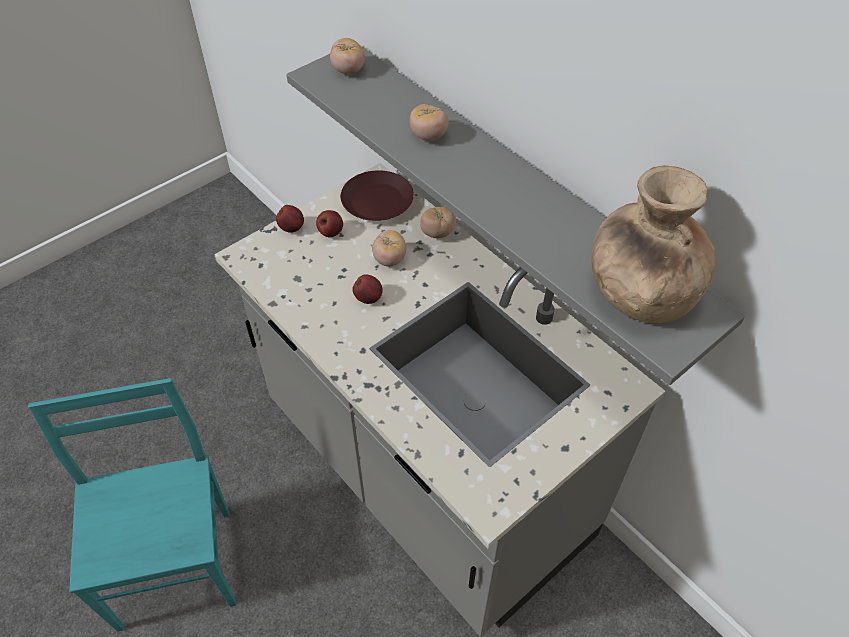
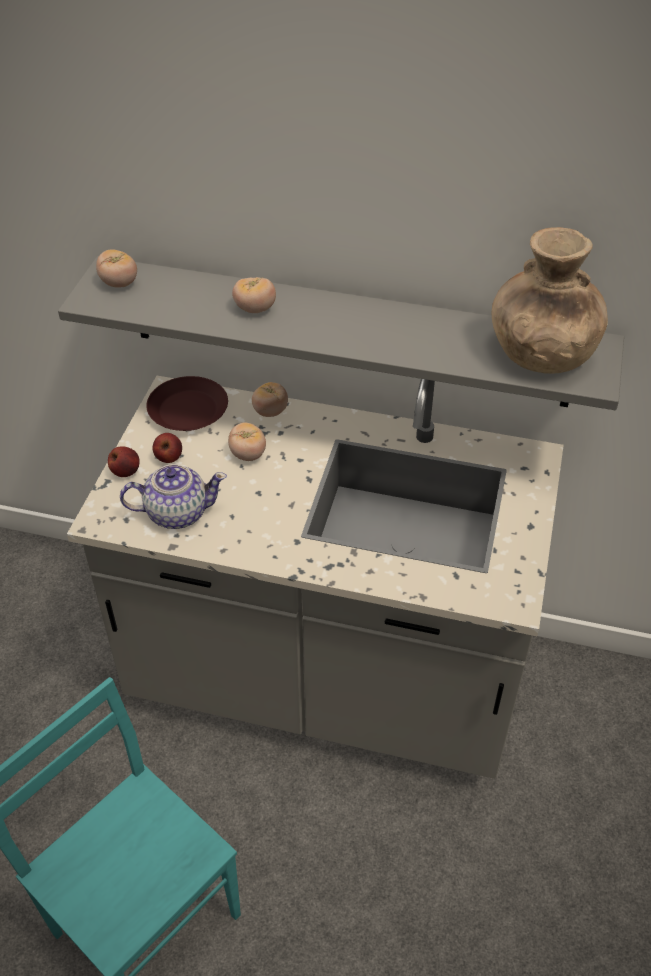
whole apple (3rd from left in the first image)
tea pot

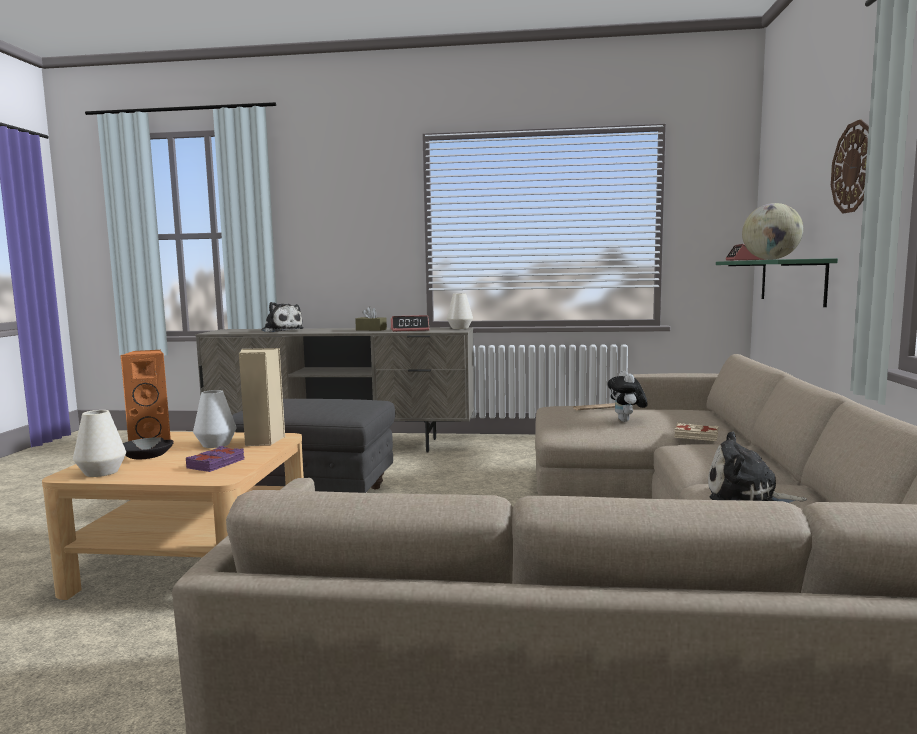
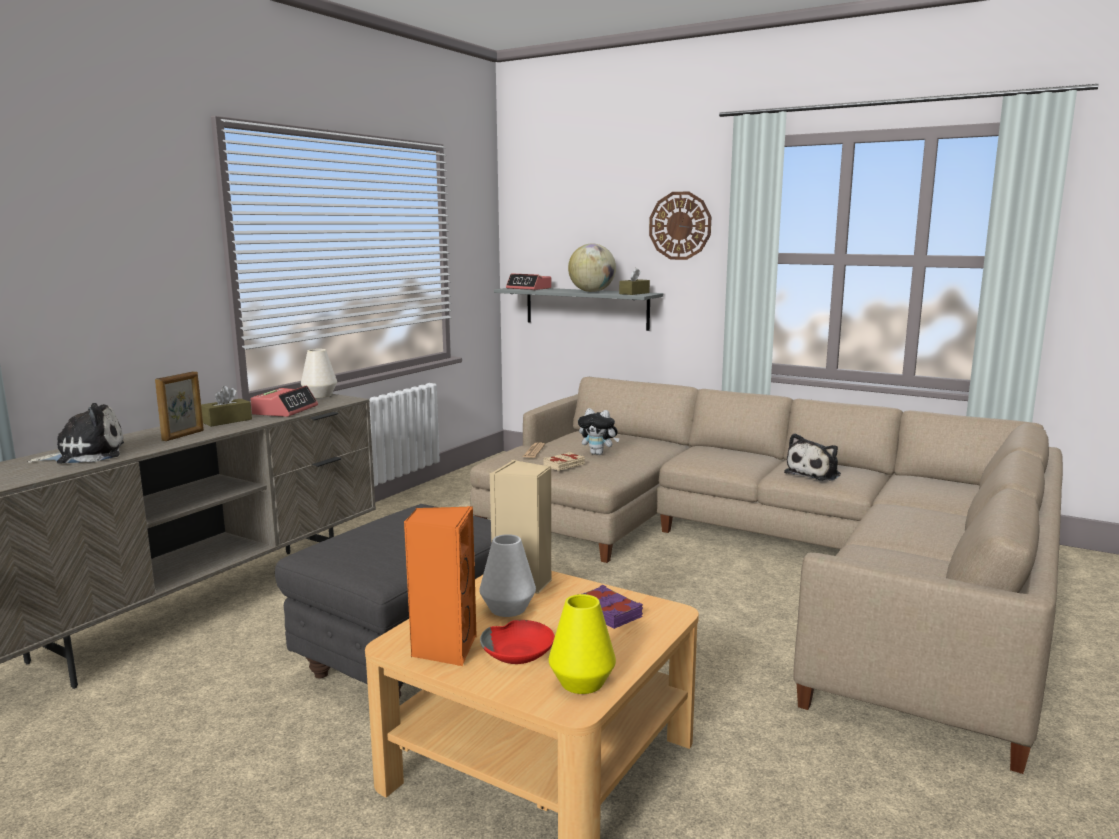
picture frame
brown tissue holder (2nd from left)
beige bound book
yellow-coloured decorative vase
red-coloured deep dish
gray bracket shelf

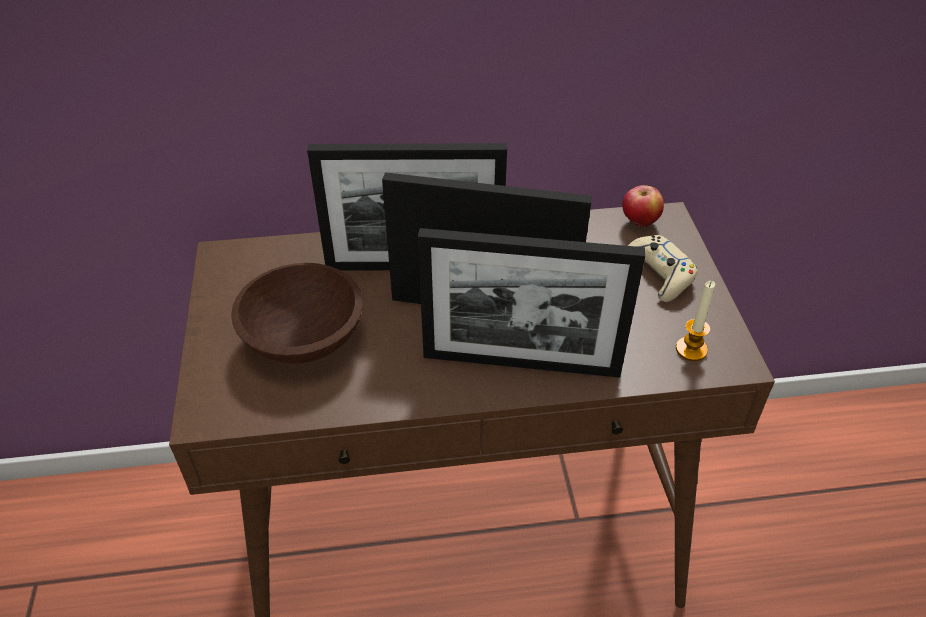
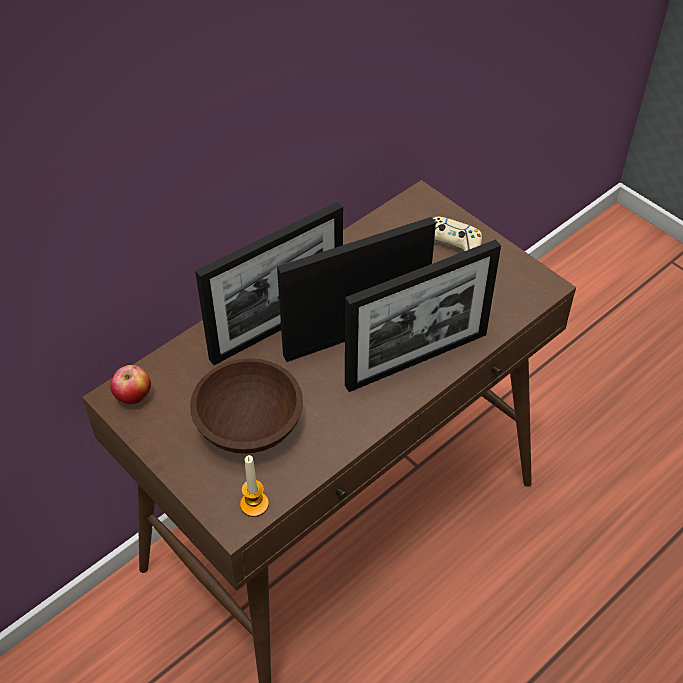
whole apple
candle

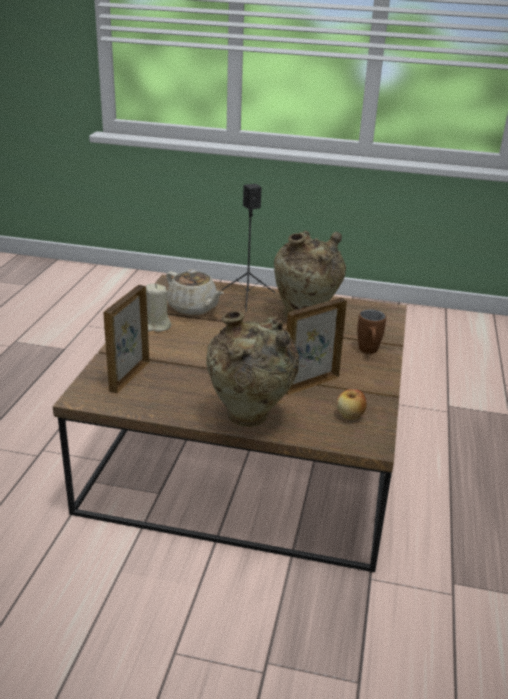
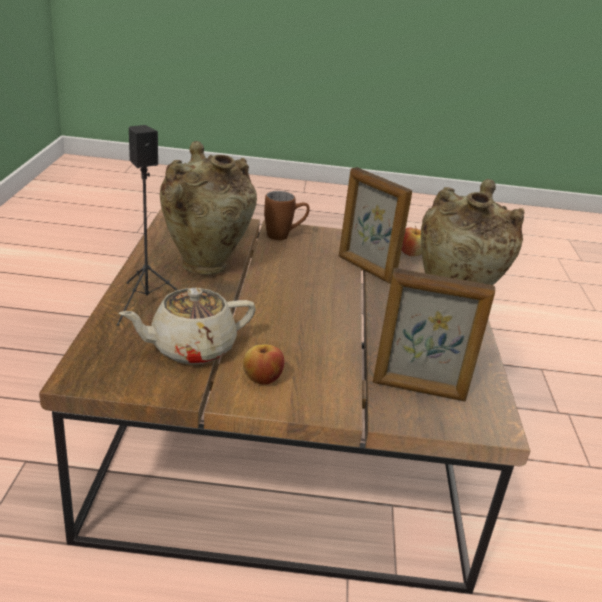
whole apple (1st from left)
beige tea pot

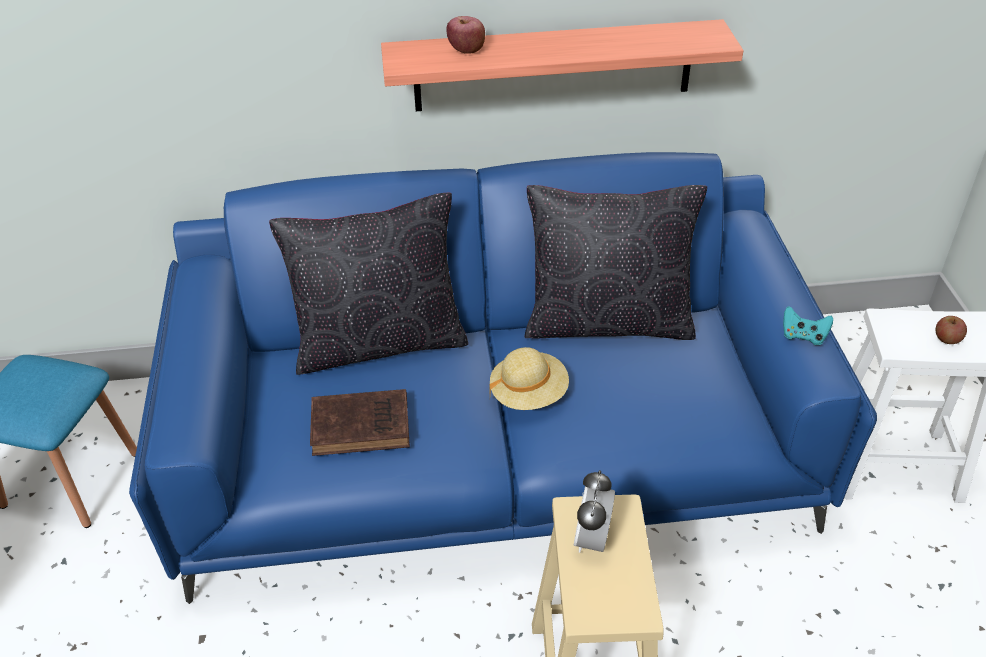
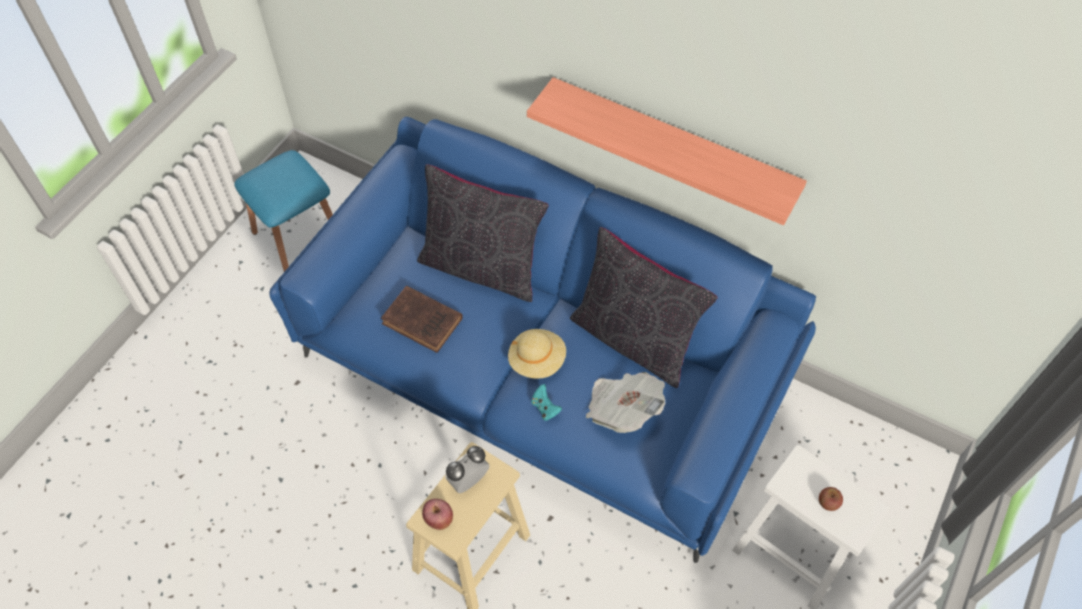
printed paper
whole apple (1st from left)
blue-green game controller

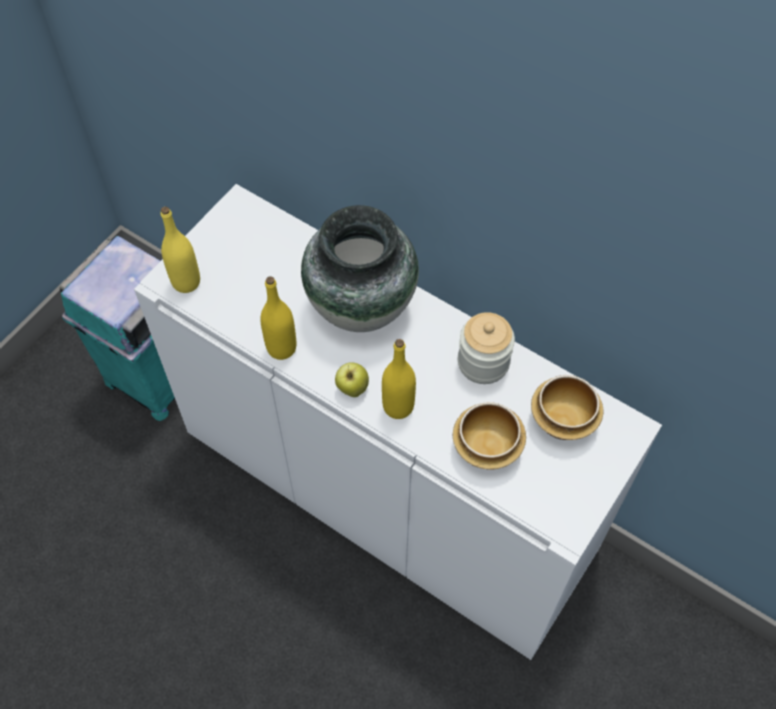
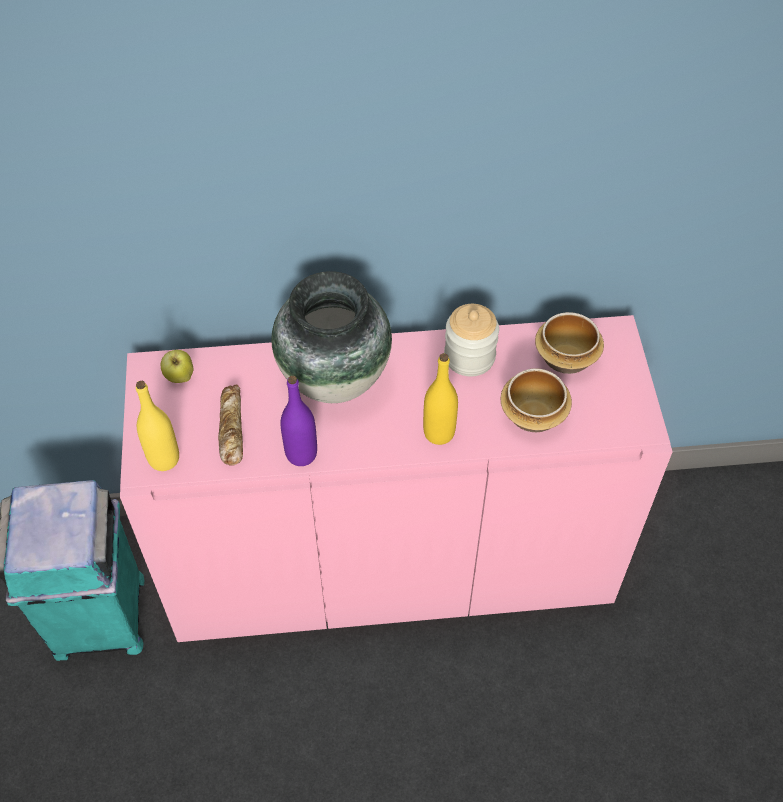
bakery bread
whole apple
pinkish cupboard
purple-coloured beverage bottle

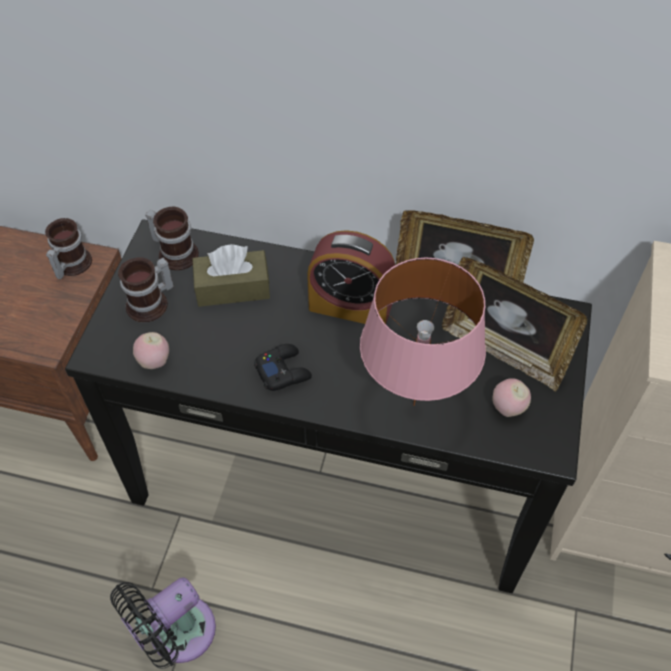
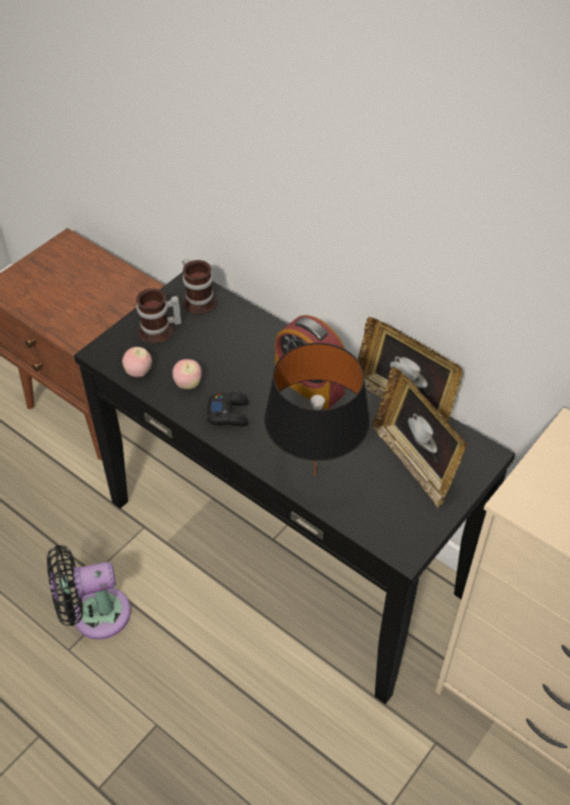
coffee mug (1st from left in the first image)
brown tissue holder
whole apple (2nd from left)
blackish table lamp

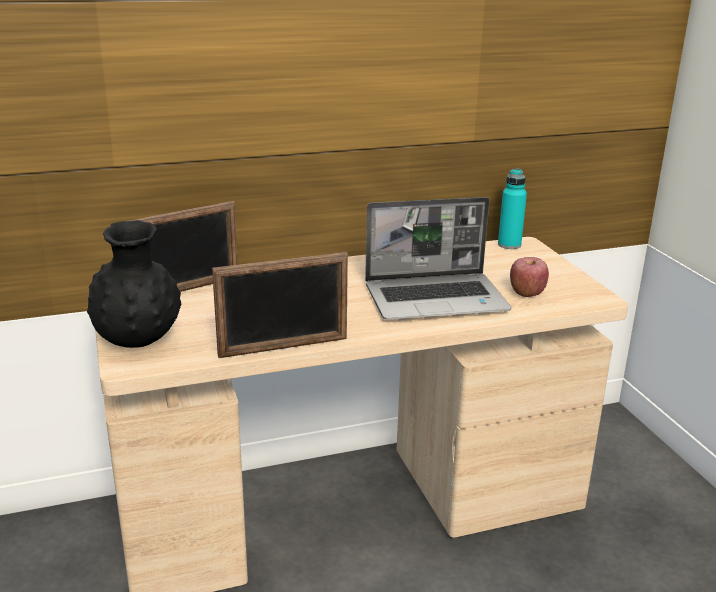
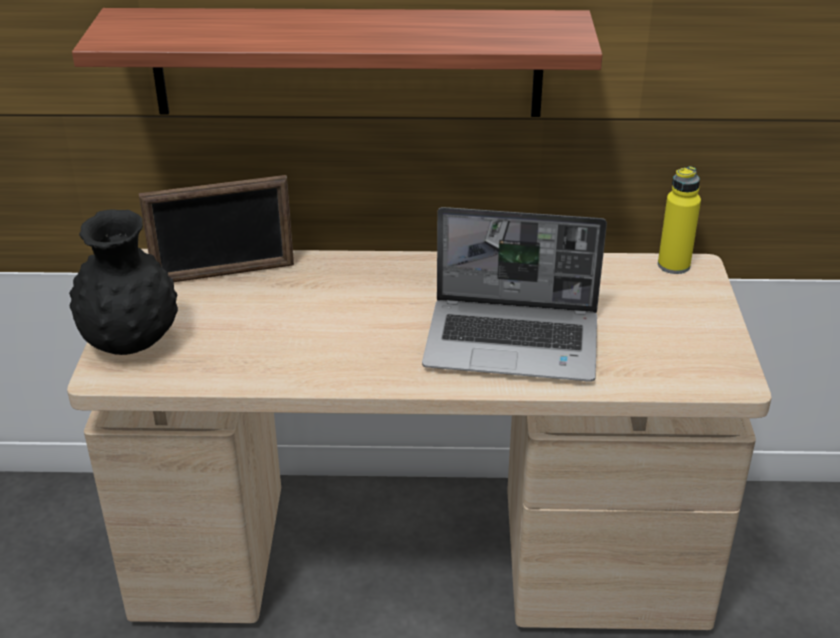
picture frame (2nd from left in the first image)
whole apple
bracket shelf
yellow-coloured beverage bottle

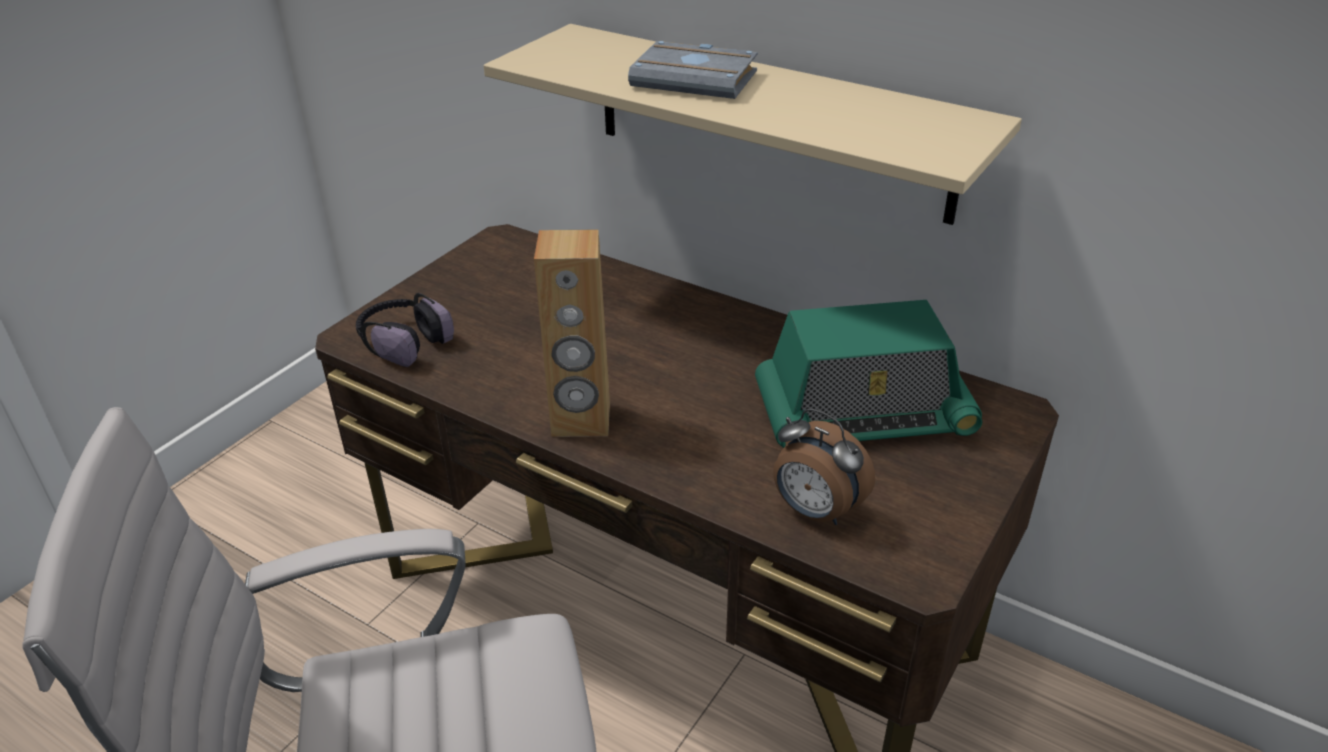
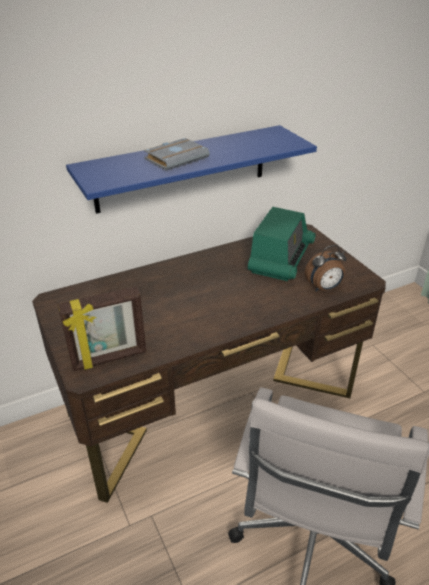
brown loudspeaker
picture frame
blue-coloured bracket shelf

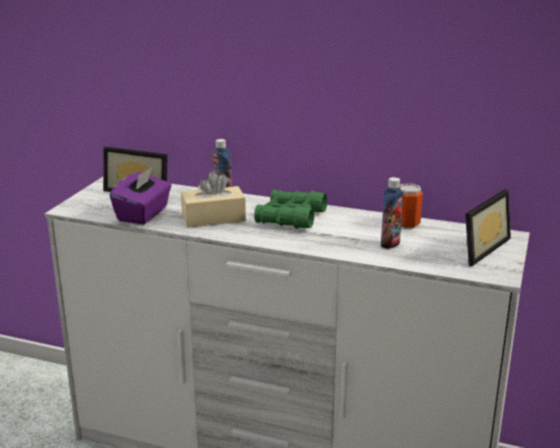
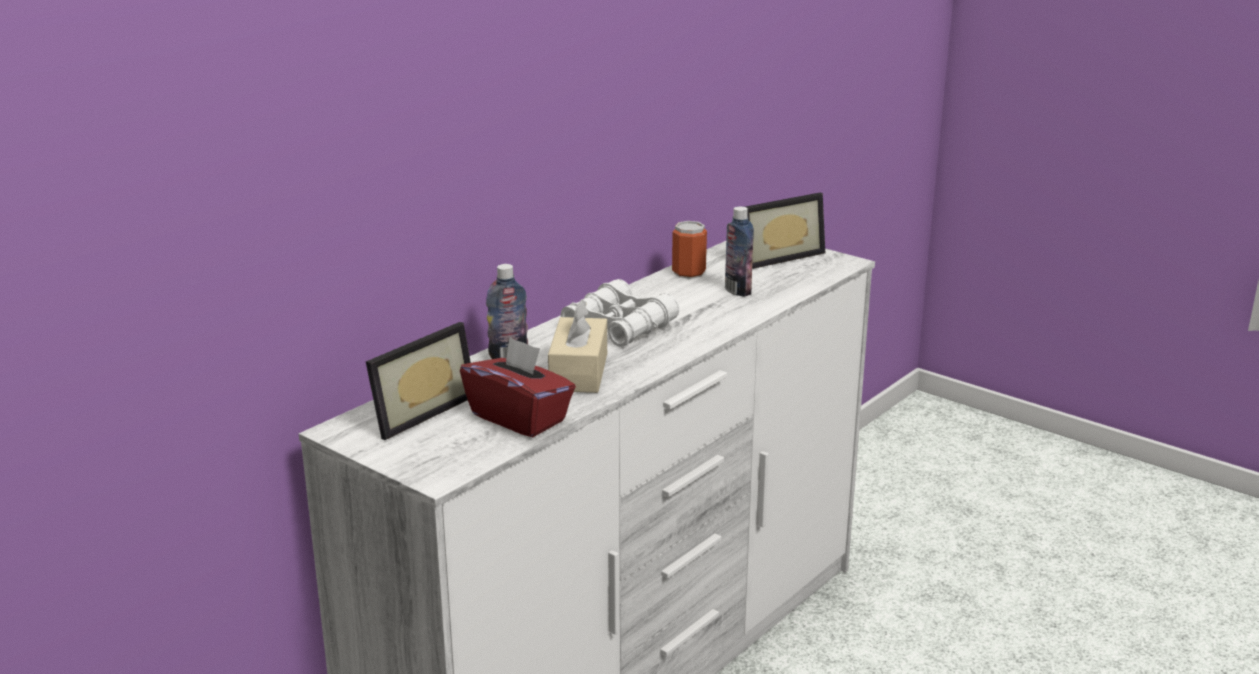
red-coloured tissue holder
white binoculars
picture frame (2nd from left)

